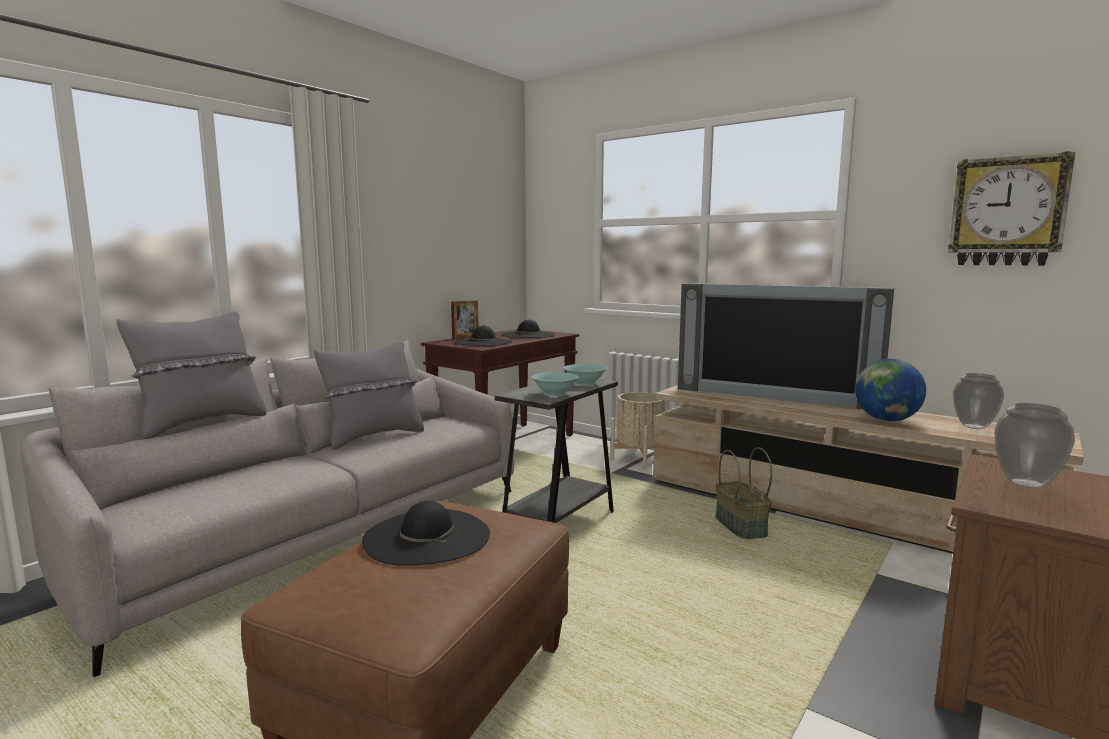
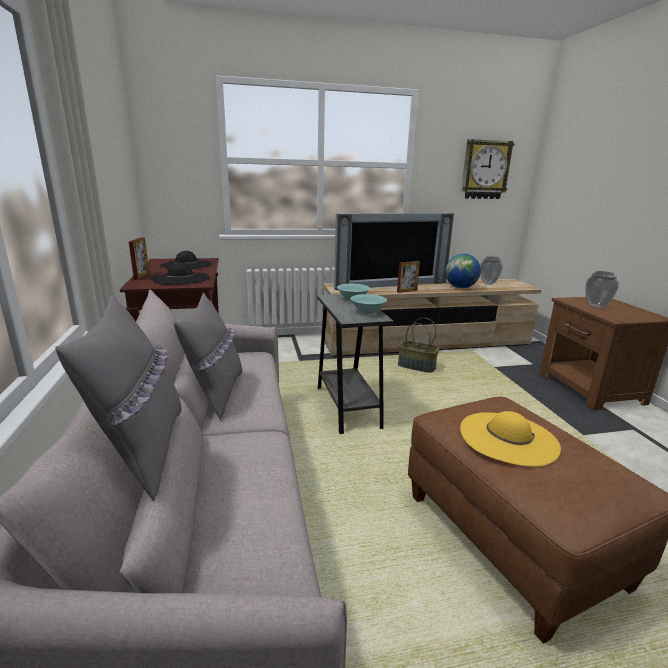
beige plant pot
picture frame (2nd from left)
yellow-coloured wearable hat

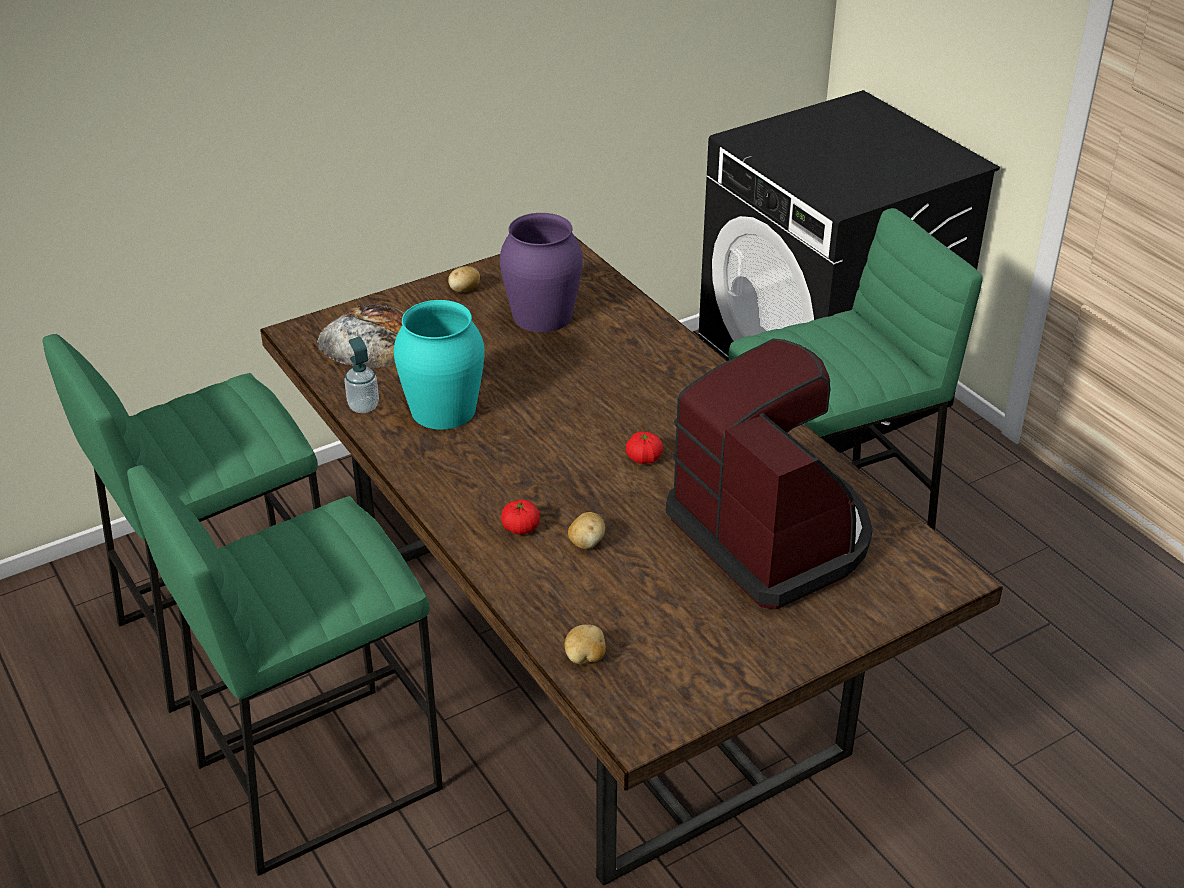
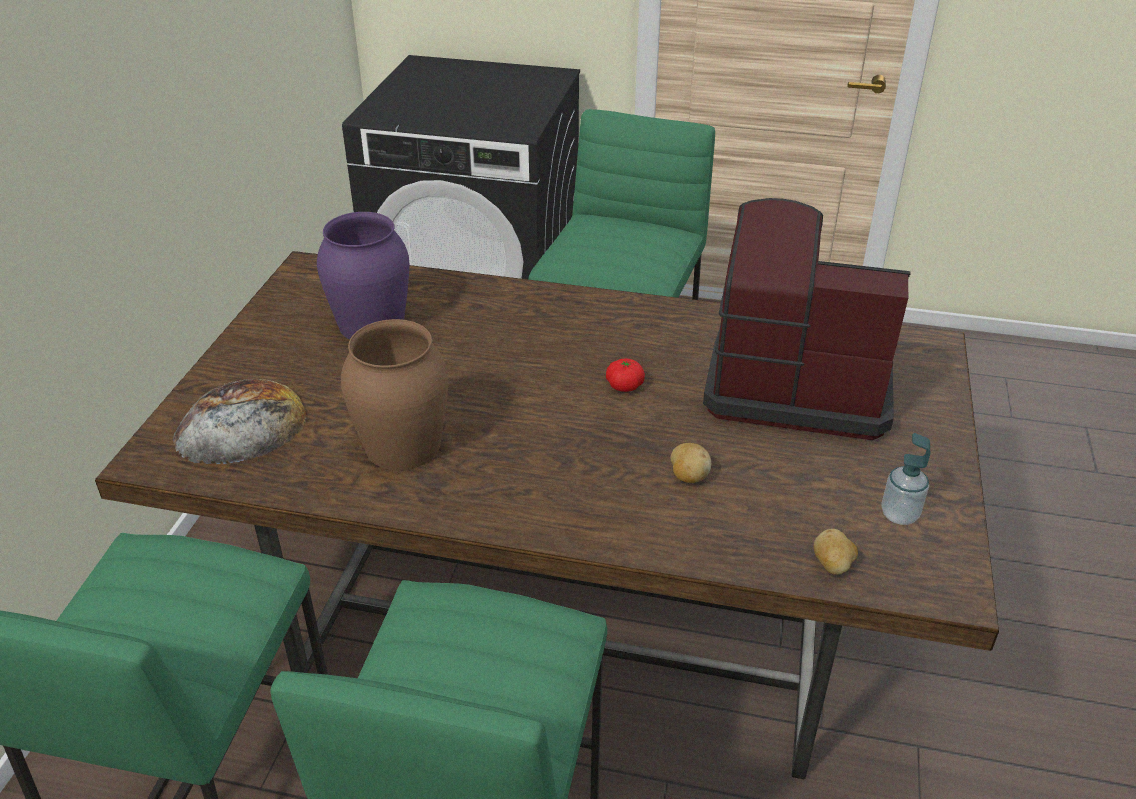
spud (1st from left in the first image)
whole tomato (1st from left in the first image)
liquid soap bottle
brown decorative vase

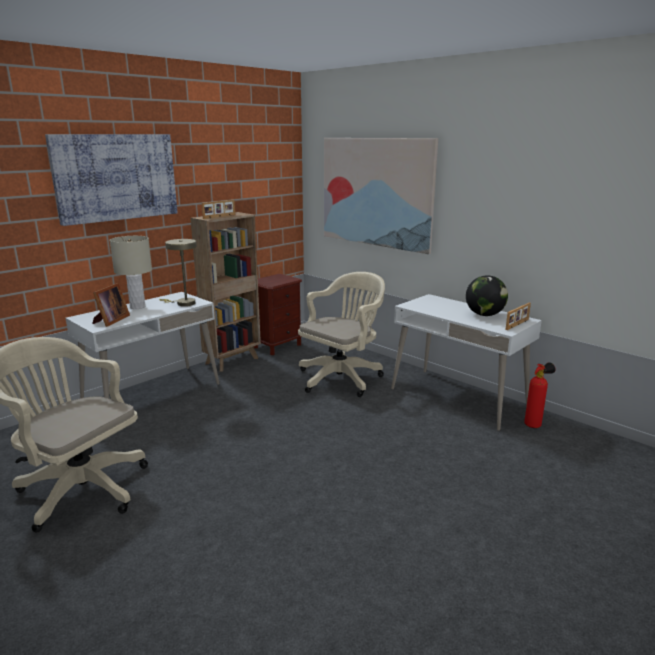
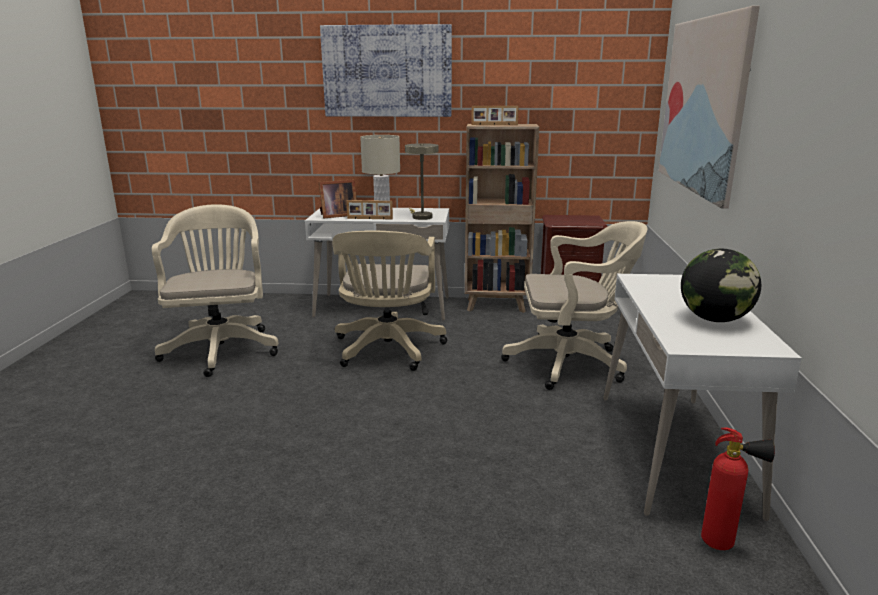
beige computer chair (2nd from left)
picture frame (2nd from left)

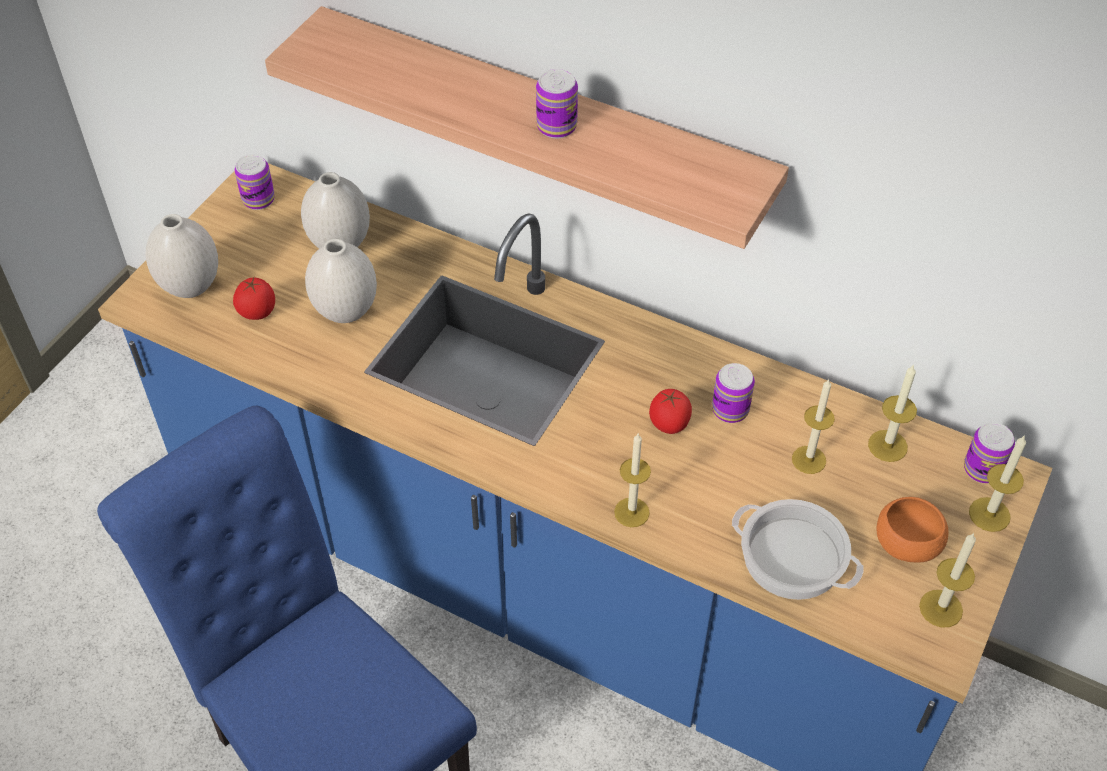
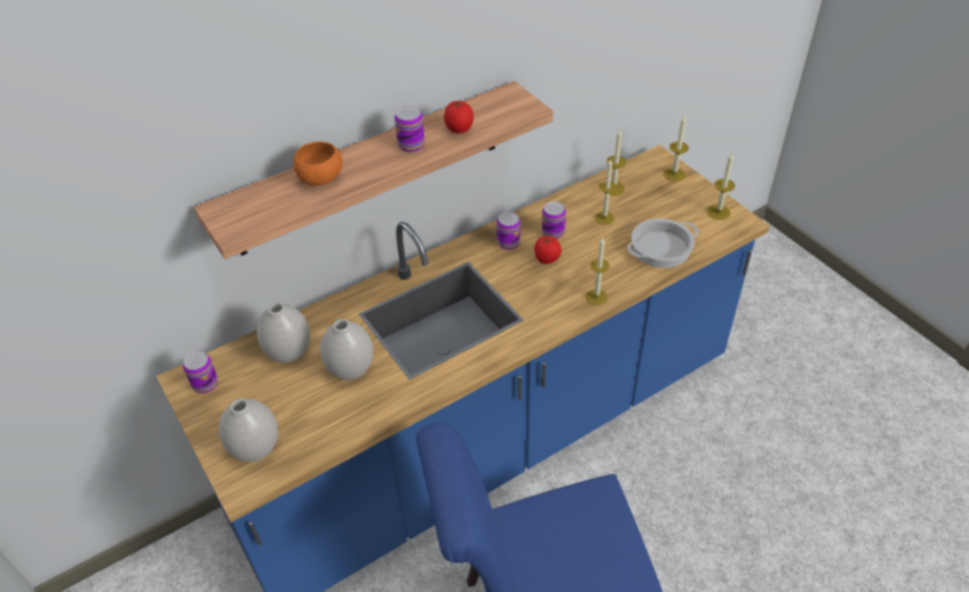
whole tomato (1st from left)
orange-coloured deep dish
can (3rd from left)

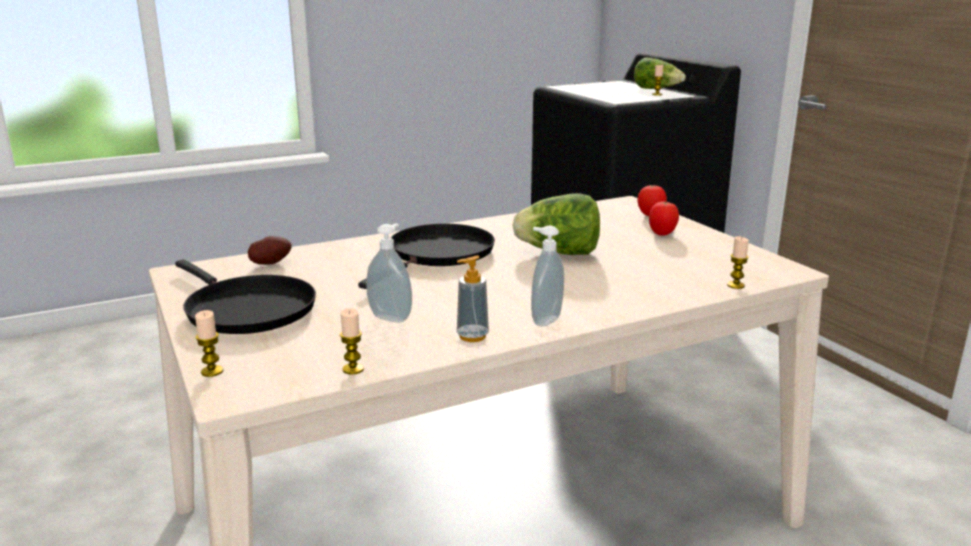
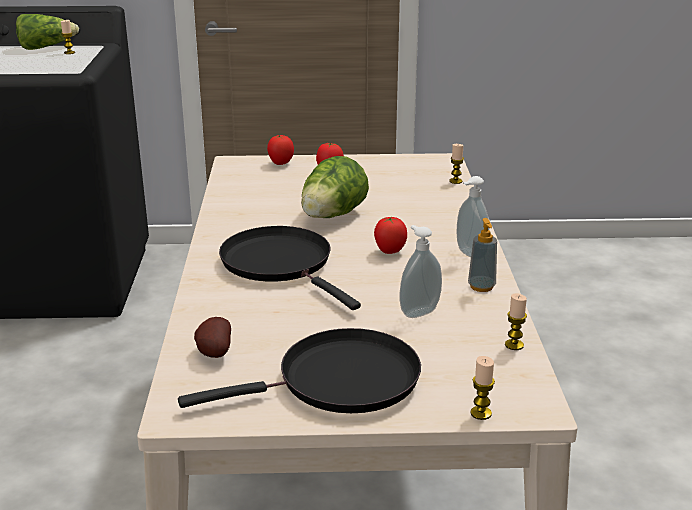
whole tomato (3rd from left)

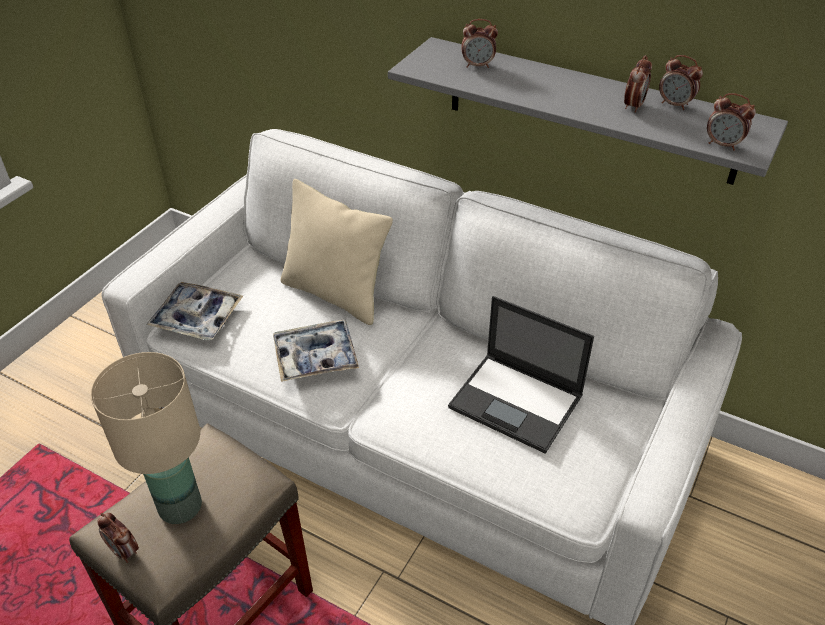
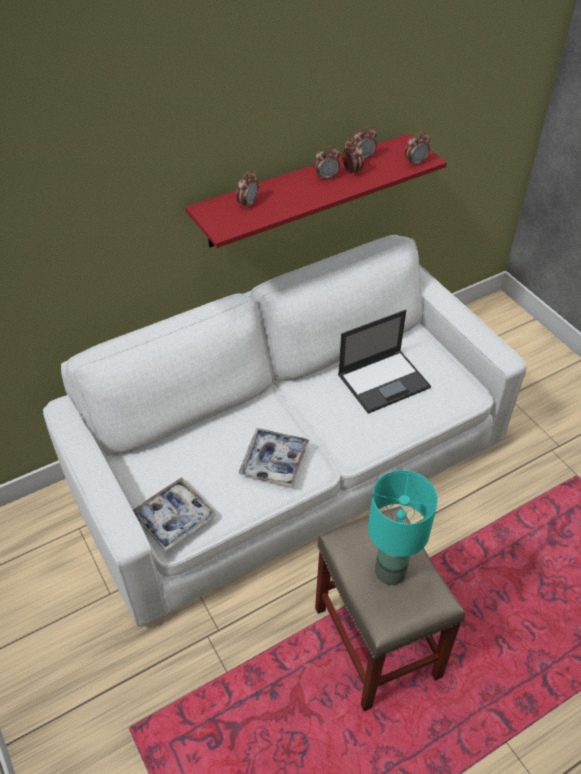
beige cushion
alarm clock (2nd from left)
blue-green table lamp
red-coloured bracket shelf

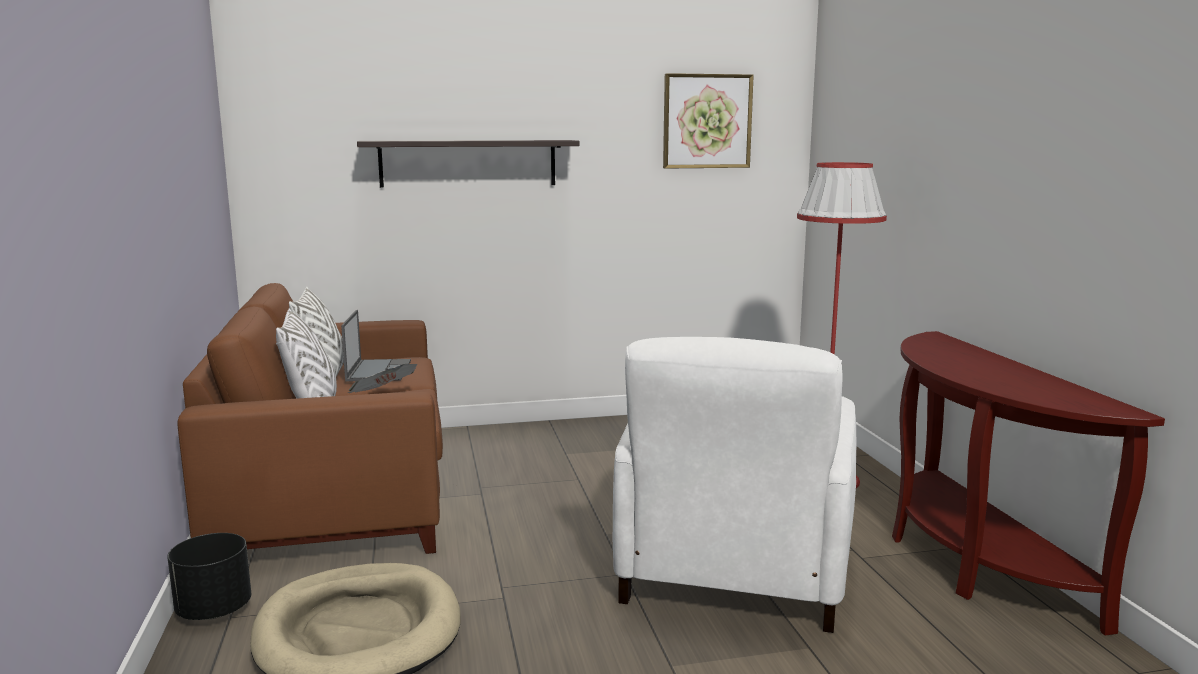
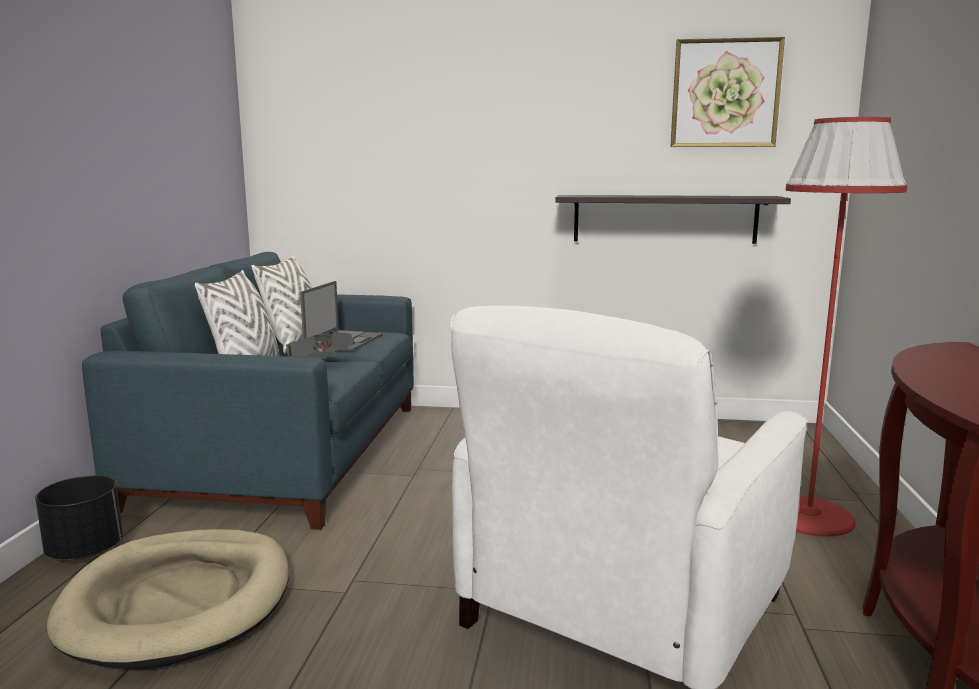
bracket shelf
blue-coloured sofa

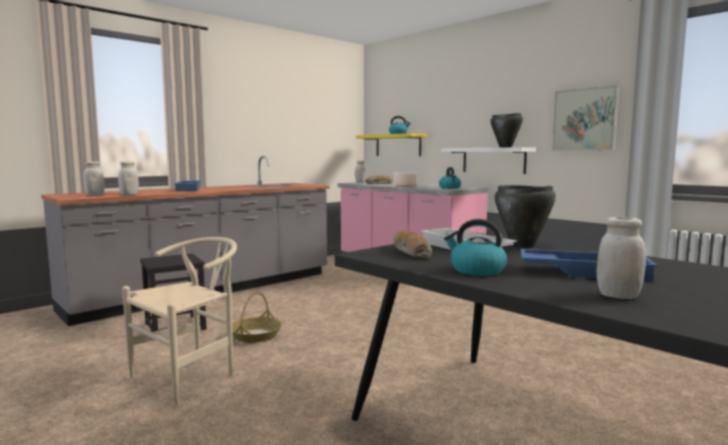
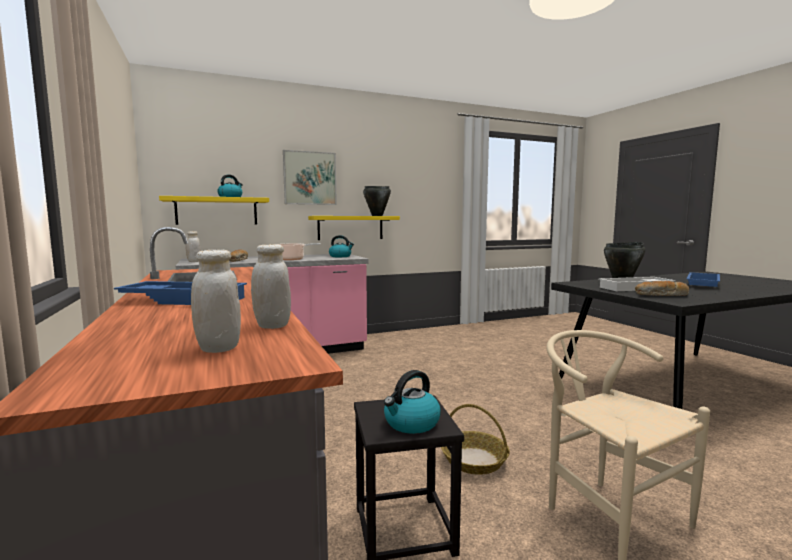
white storage jar (4th from left in the first image)
kettle (3rd from left)
wall art
yellow-coloured bracket shelf (2nd from left)

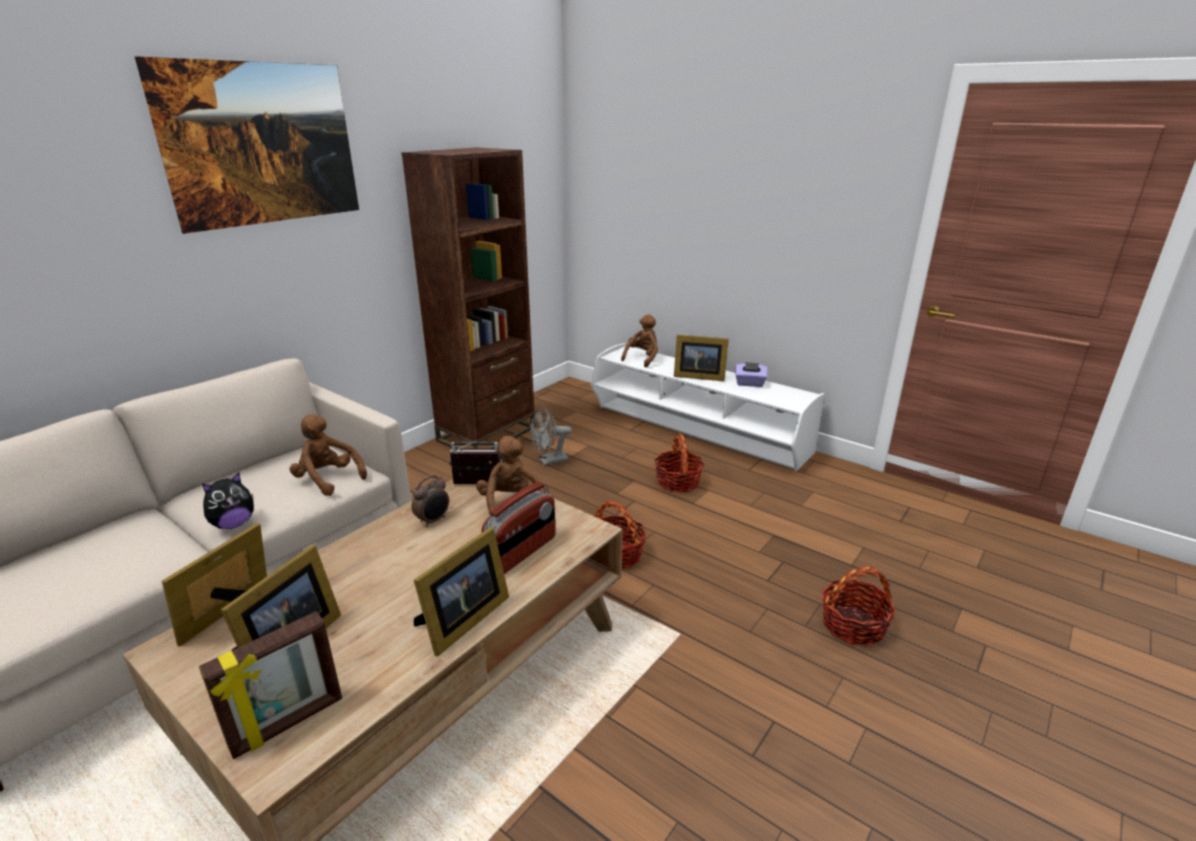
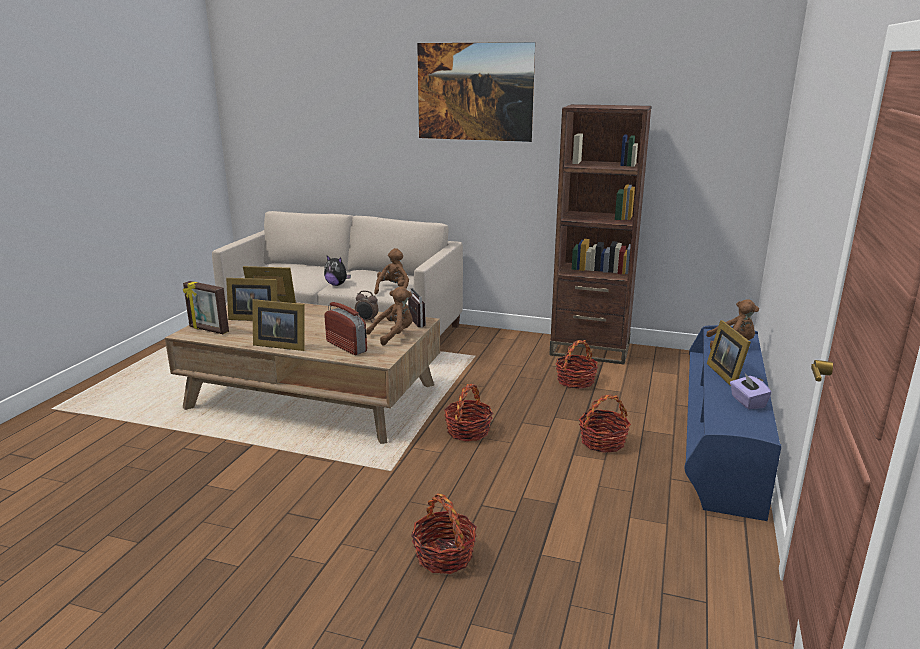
storage basket (3rd from left)
blue-coloured tv unit
radio set (1st from left)

